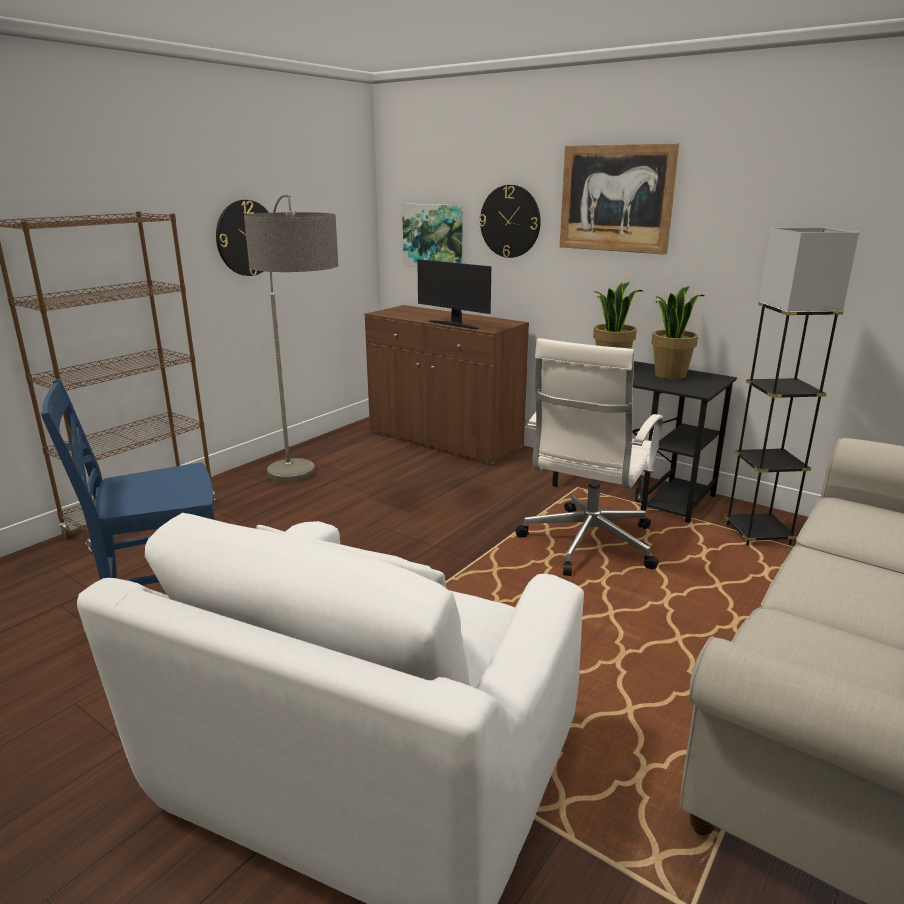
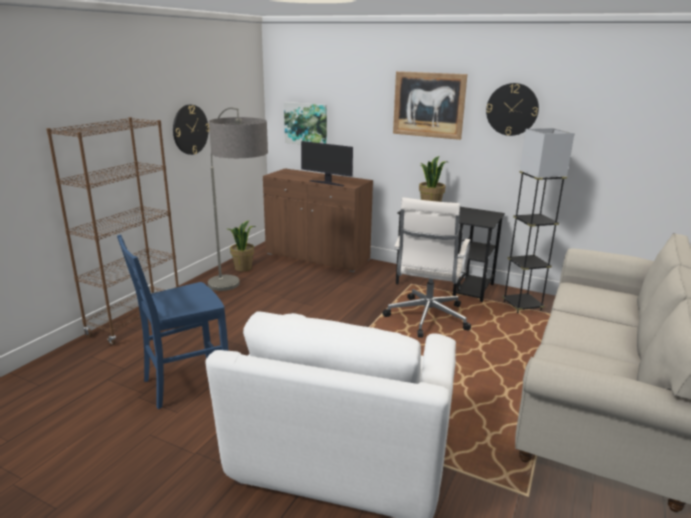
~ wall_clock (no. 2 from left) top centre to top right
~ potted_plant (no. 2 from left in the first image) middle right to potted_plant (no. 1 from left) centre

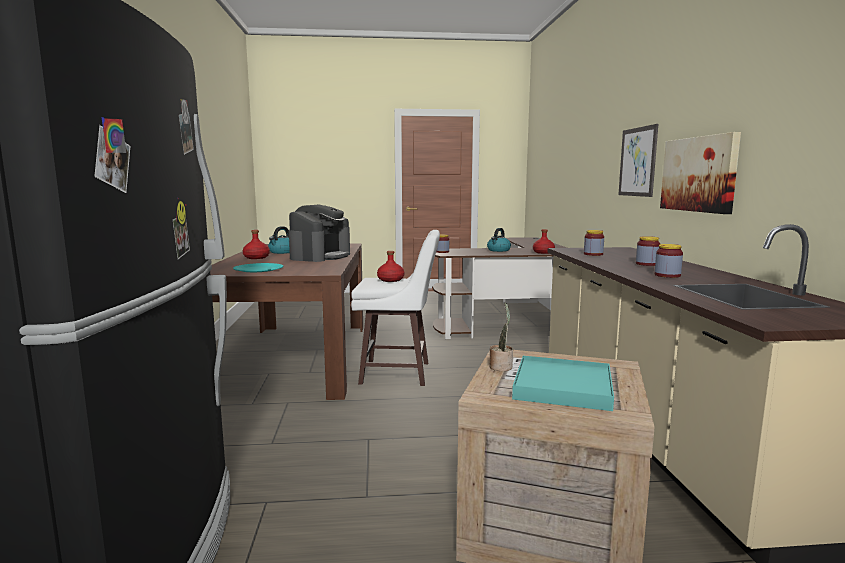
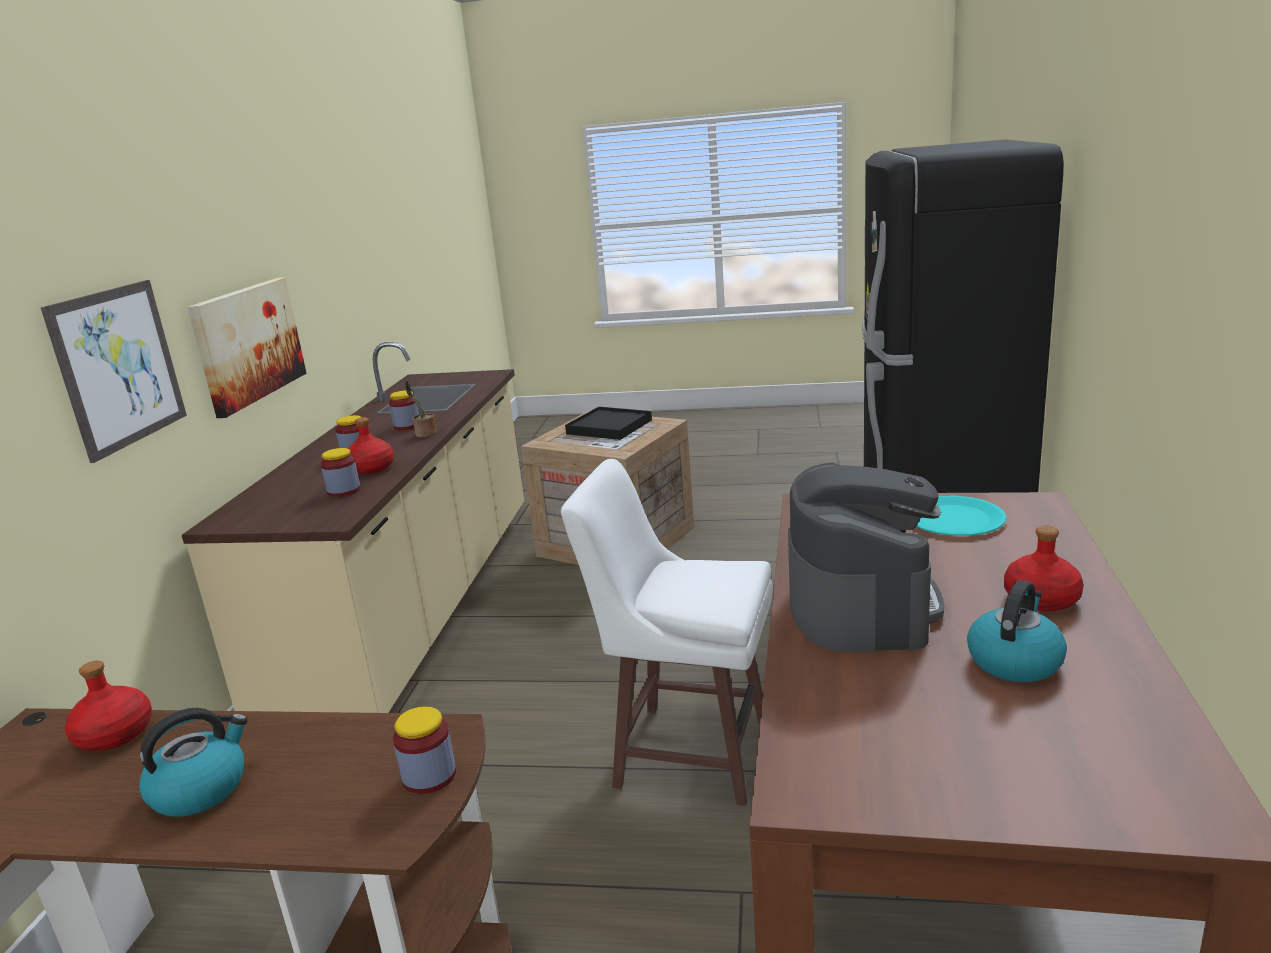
~ coffee_machine centre = middle right 150 degrees clockwise
~ red_bottle (no. 2 from left) centre to middle left
~ potted_plant centre to middle left
~ turquoise_tray bottom centre to black_tray centre

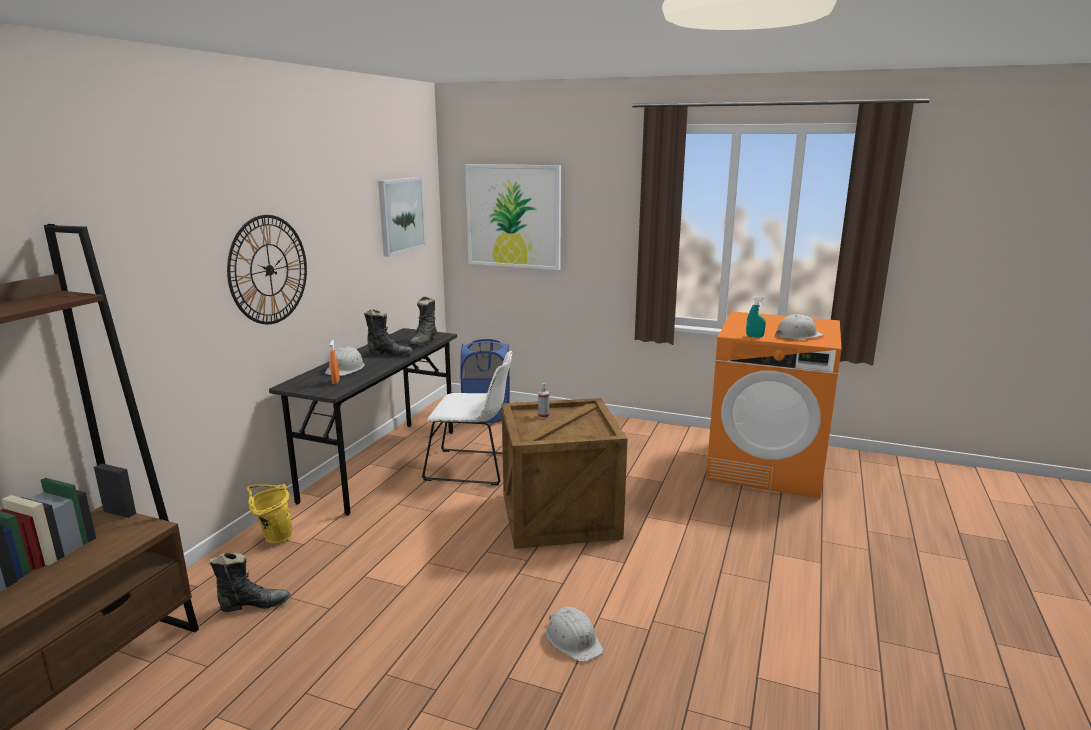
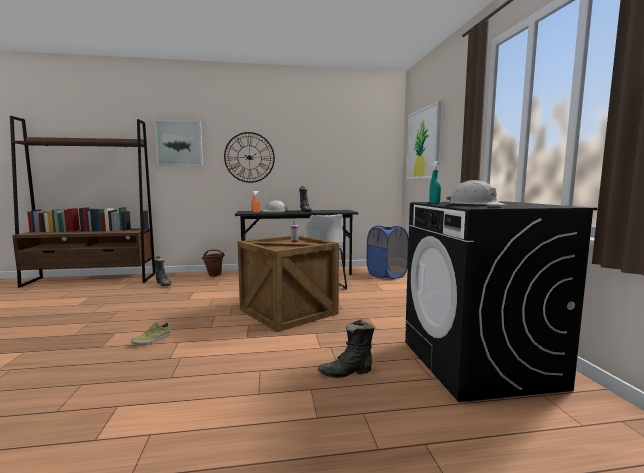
~ picture (no. 1 from left) top centre to top left
~ black_boot (no. 3 from left) centre to bottom centre
~ orange_washing_machine middle right to black_washing_machine middle right
~ yellow_bucket bottom left to brown_bucket middle left
~ white_hard_hat (no. 2 from left) bottom centre to beige_shoe bottom left

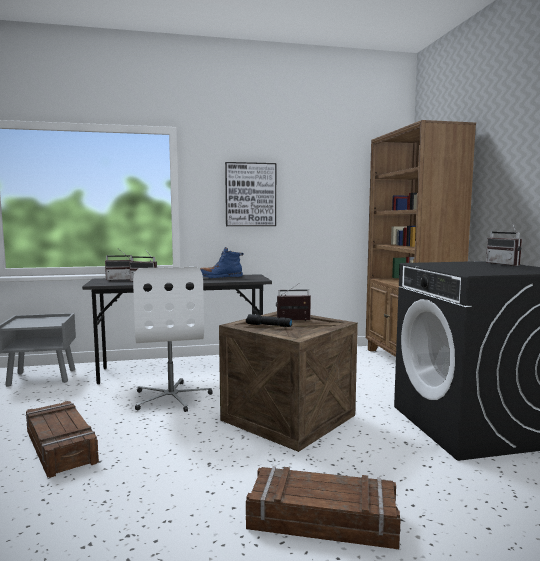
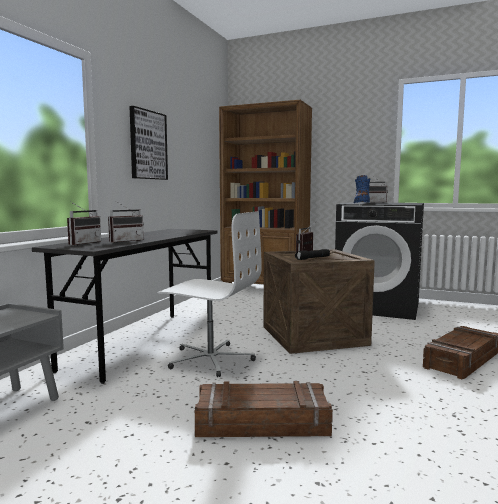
~ blue_boot centre to middle right

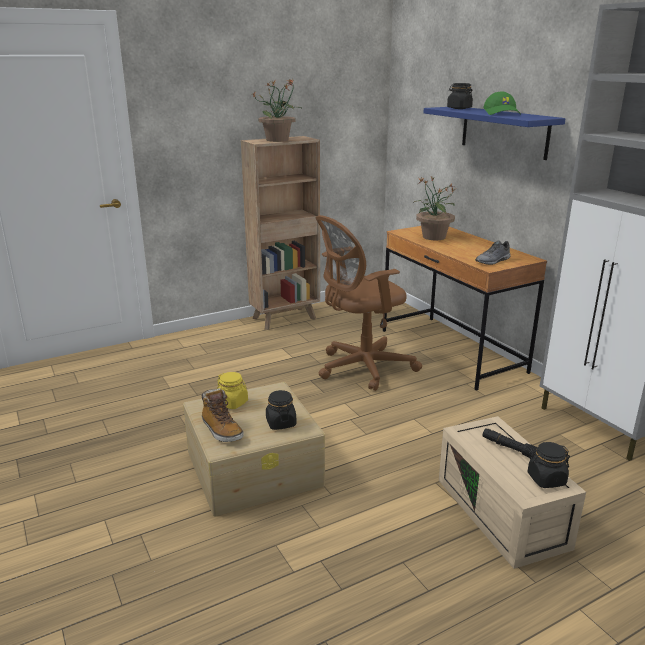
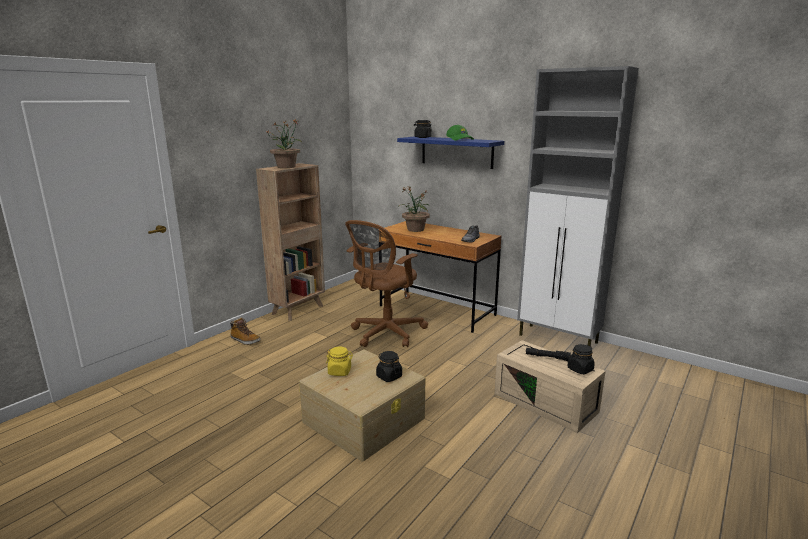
~ boot centre to middle left

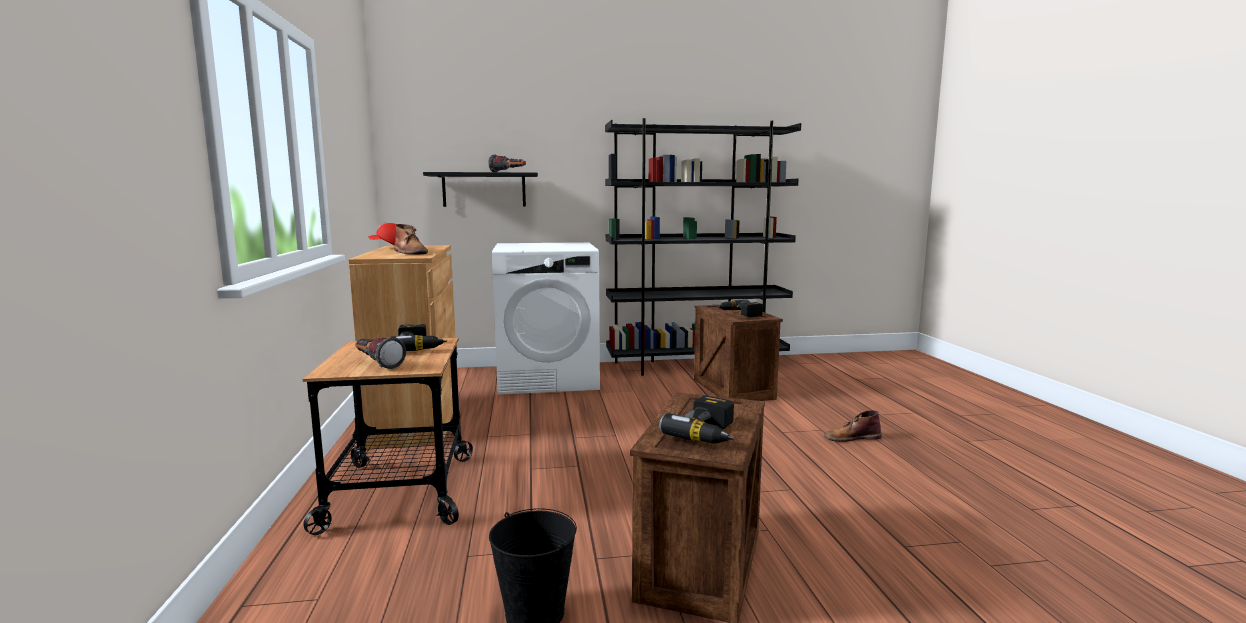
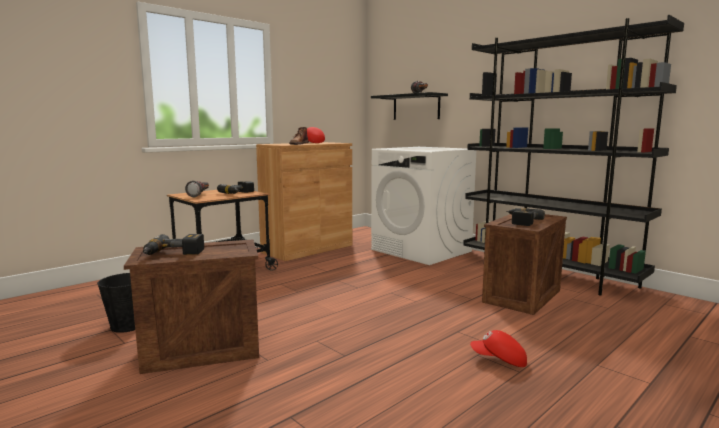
~ brown_boot (no. 2 from left) bottom right to red_cap (no. 2 from left) bottom right

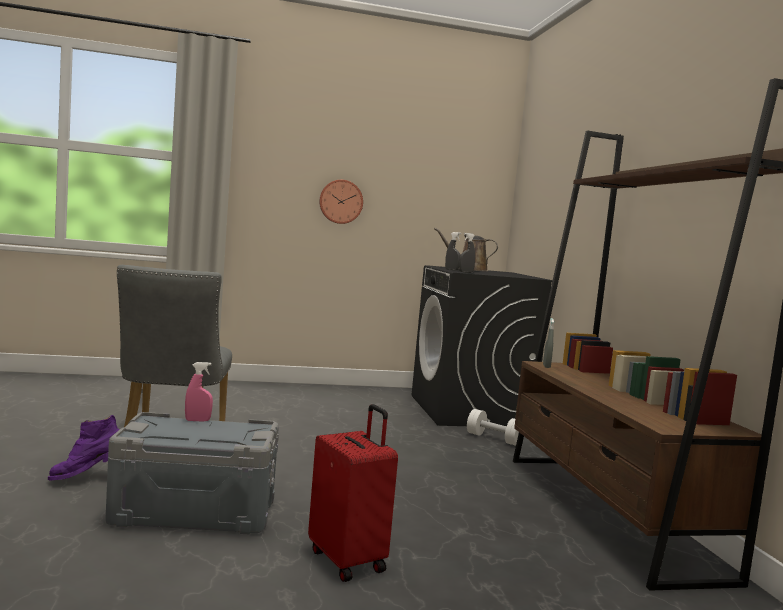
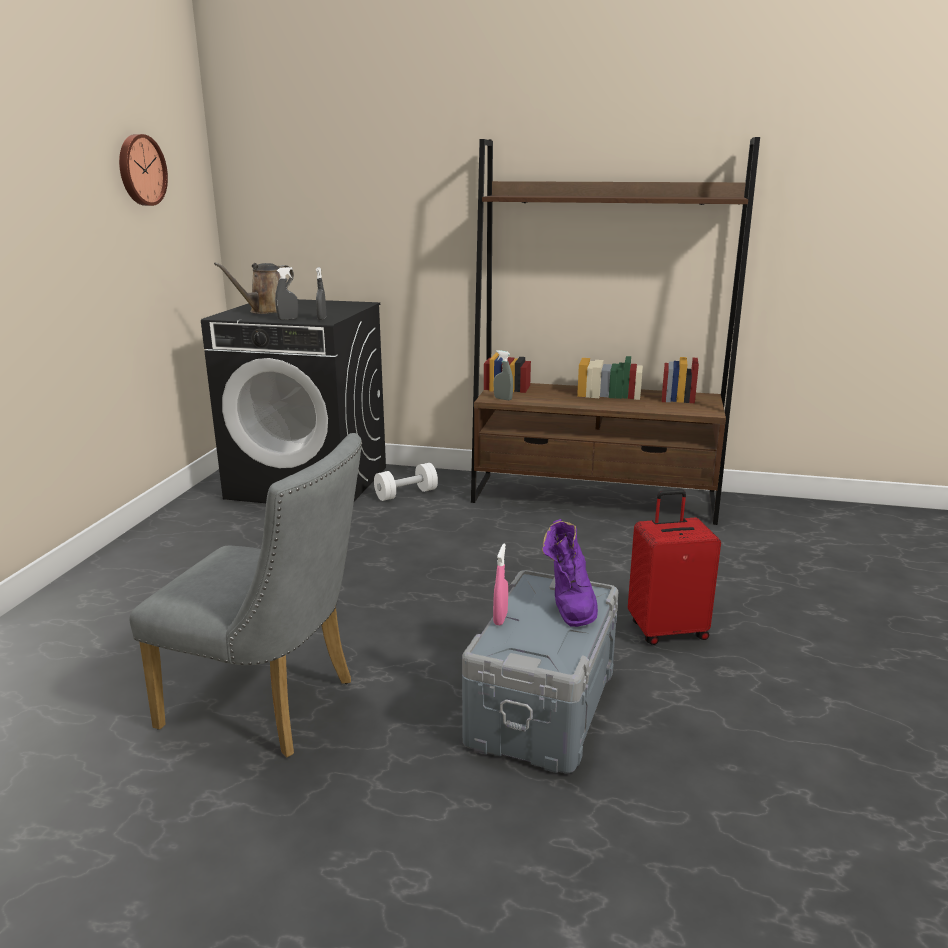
~ wall_clock top centre to top left
~ purple_boot bottom left to centre

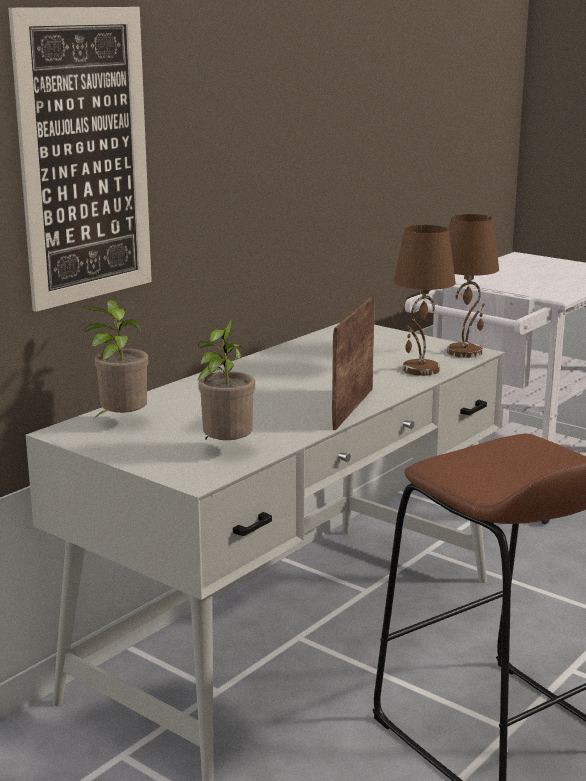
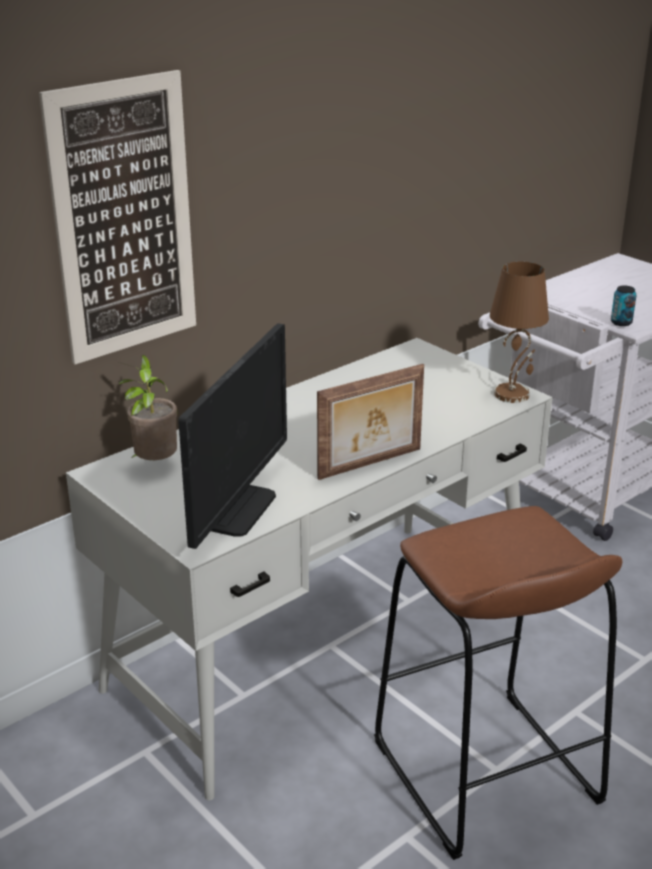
- brown_table_lamp (no. 1 from left) middle right
~ picture_frame centre = centre 150 degrees counterclockwise
~ potted_plant (no. 2 from left) centre to monitor centre
+ can middle right

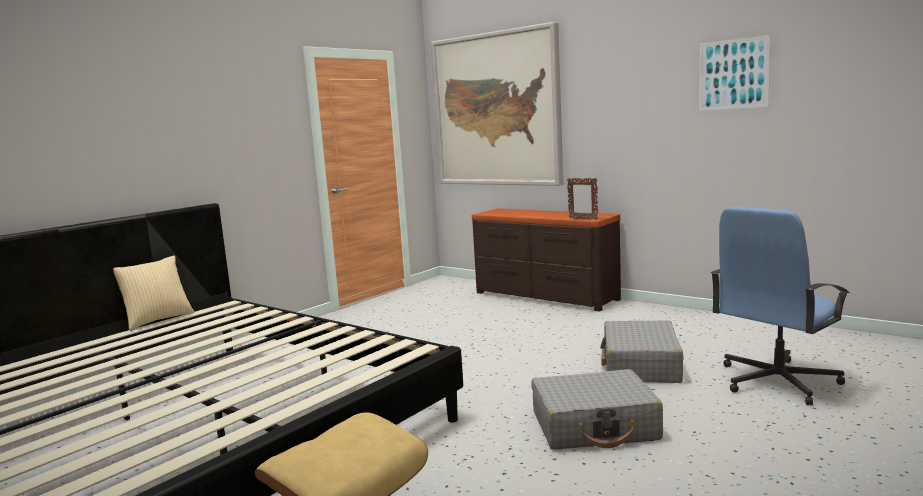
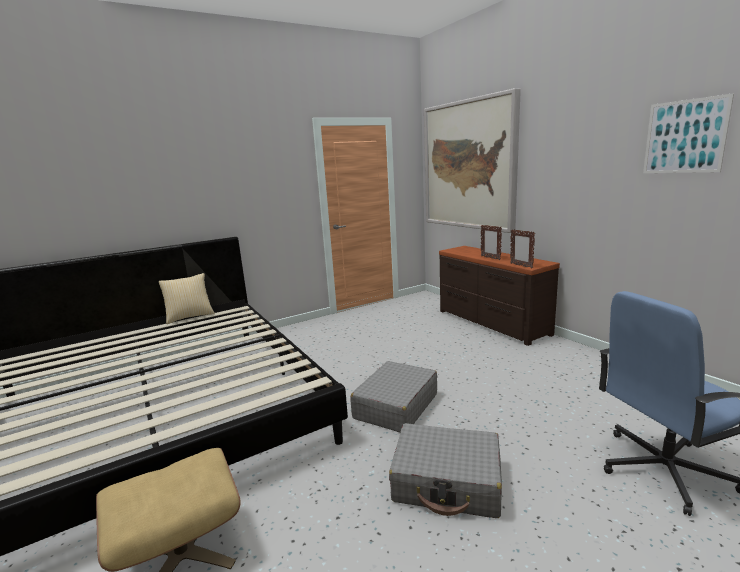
~ grey_suitcase (no. 2 from left in the first image) bottom right to grey_suitcase (no. 1 from left) bottom centre
+ picture_frame (no. 1 from left) centre

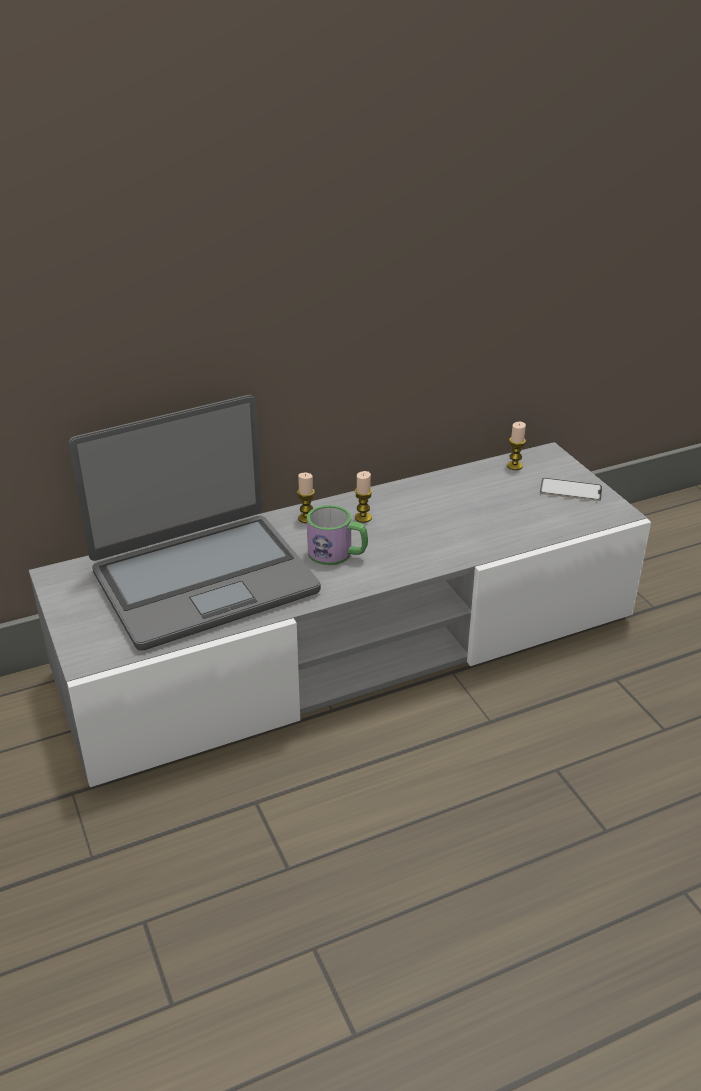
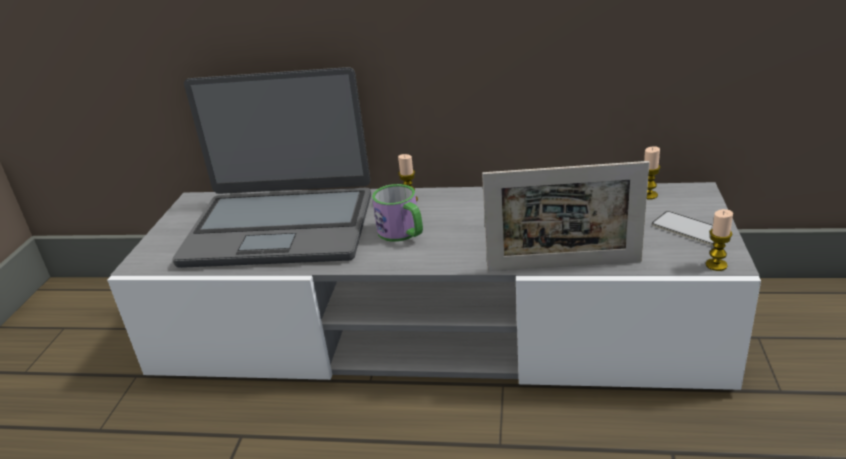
~ candle (no. 2 from left in the first image) centre to candle (no. 3 from left) middle right
+ picture_frame middle right

